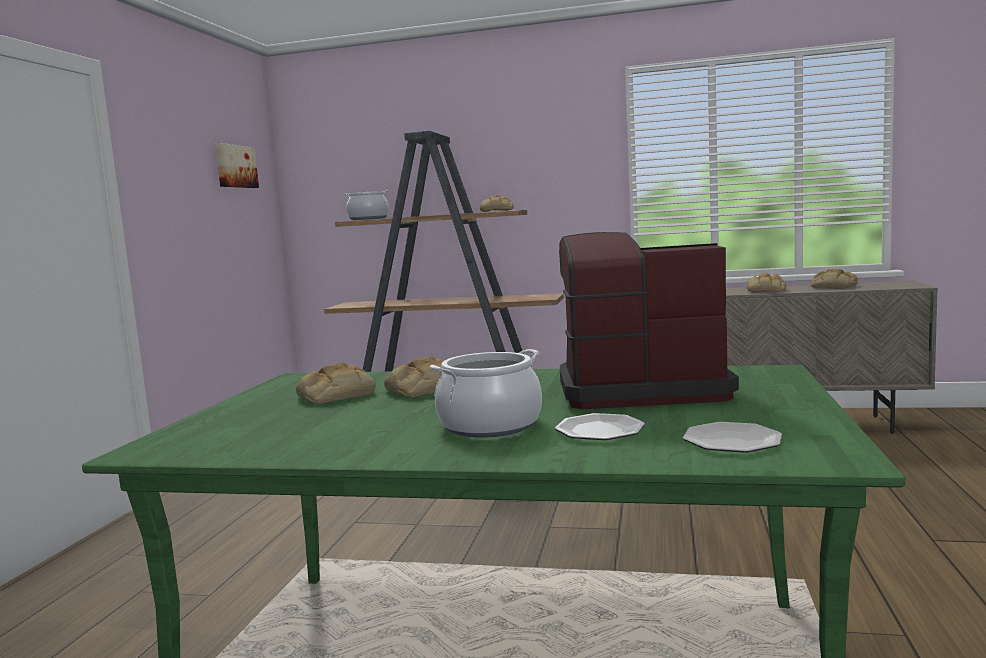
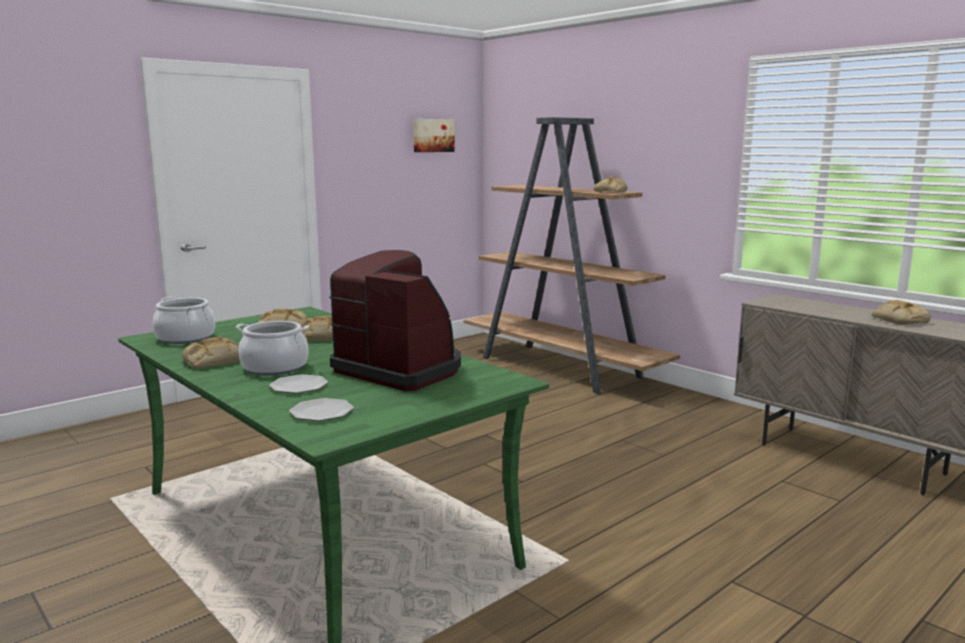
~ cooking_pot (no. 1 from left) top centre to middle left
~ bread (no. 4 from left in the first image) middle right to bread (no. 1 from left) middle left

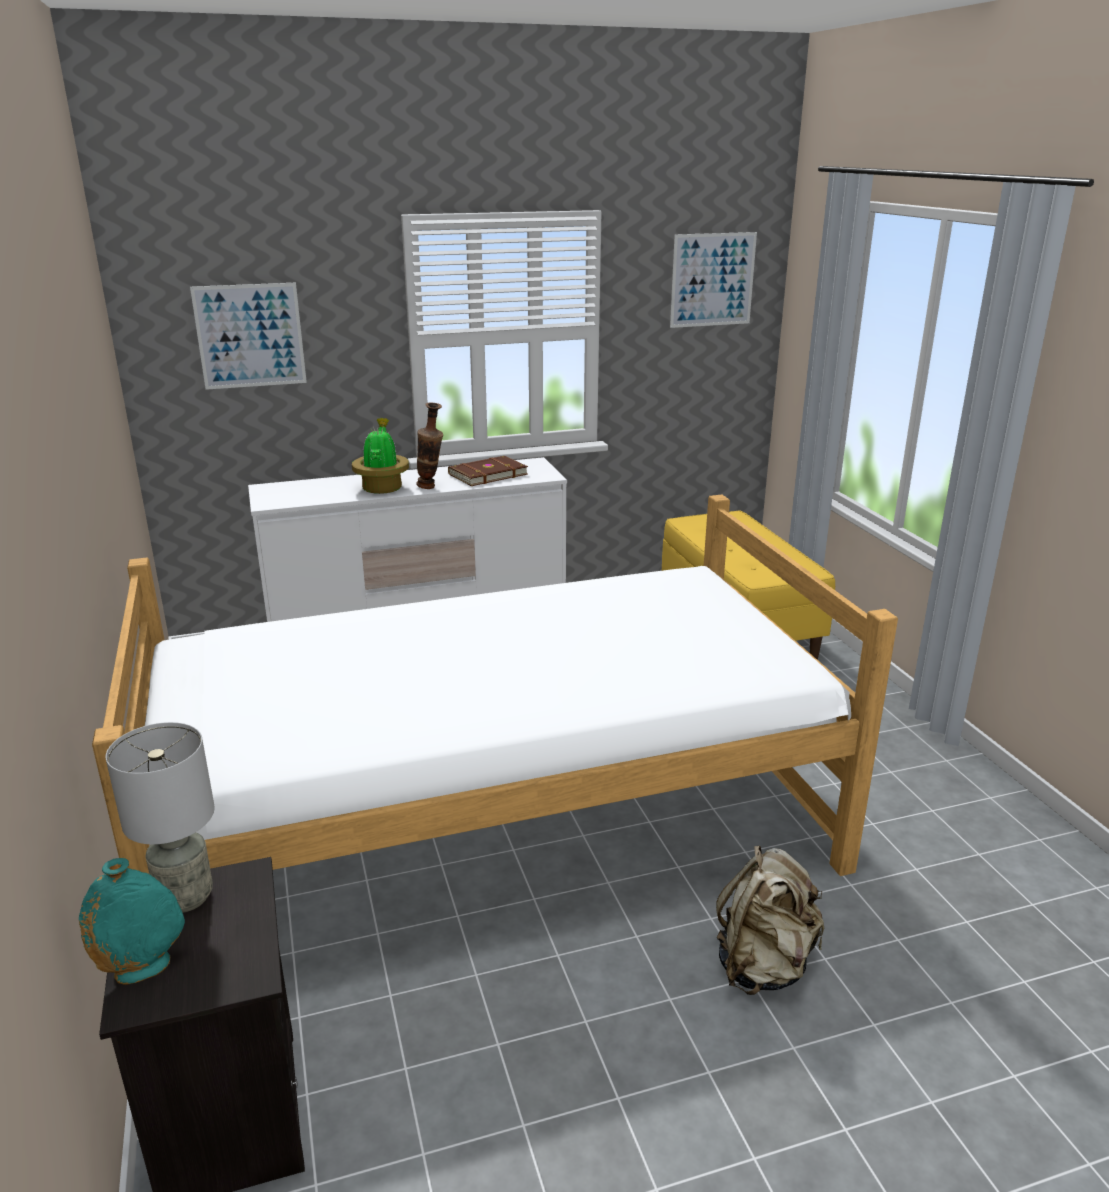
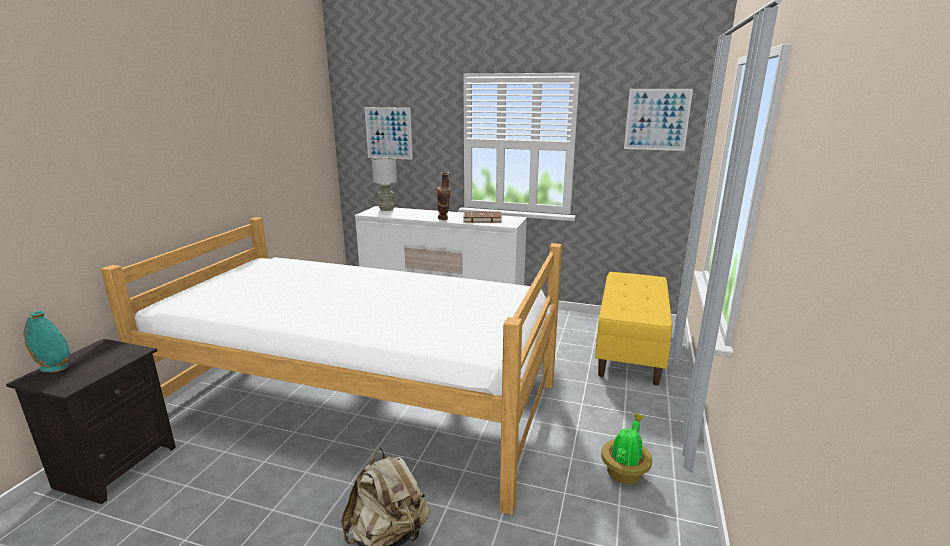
~ potted_plant centre to bottom centre
~ grey_table_lamp bottom left to centre

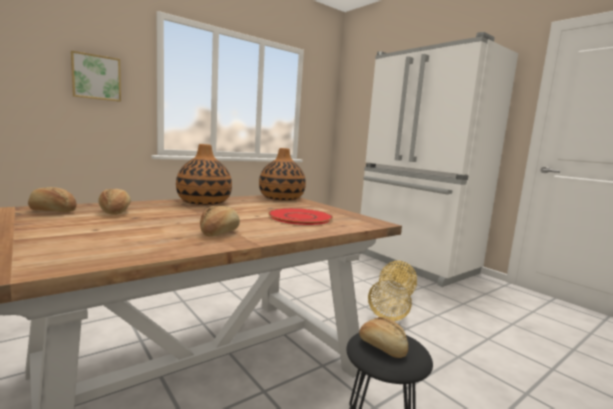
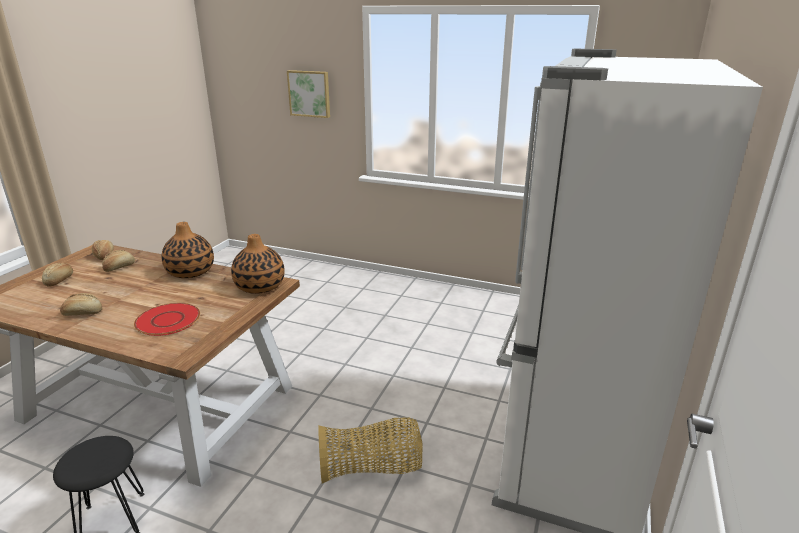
~ bread (no. 4 from left in the first image) bottom centre to bread (no. 1 from left) middle left

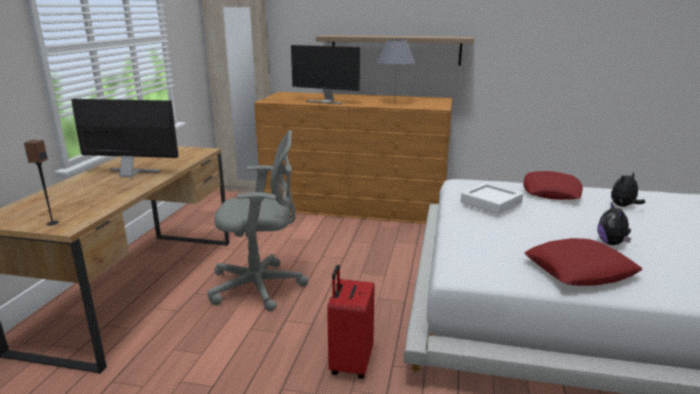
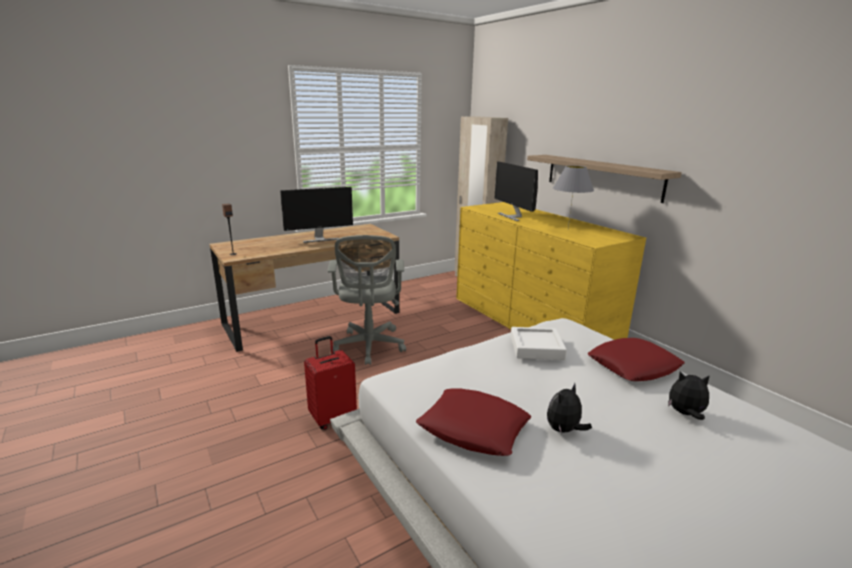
~ brown_dresser centre to yellow_dresser centre
~ monitor (no. 1 from left) middle left = centre 105 degrees clockwise
~ grey_office_chair centre = centre 45 degrees clockwise

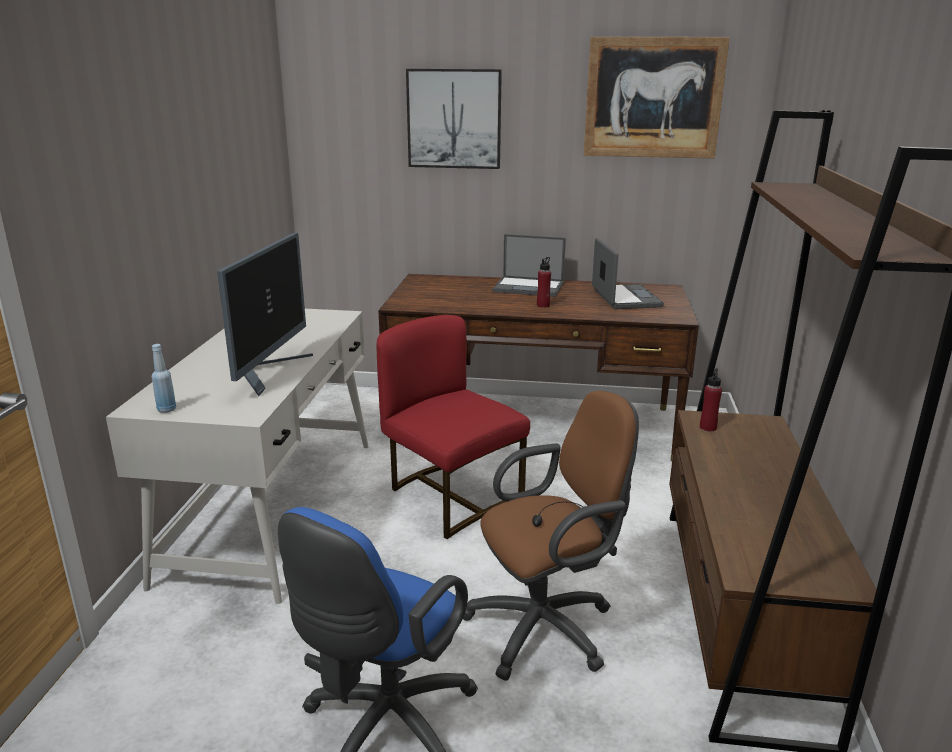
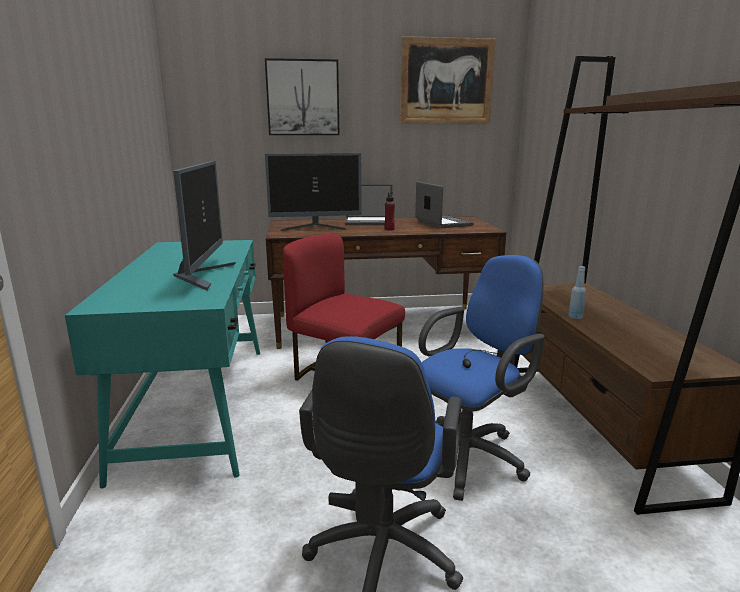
~ white_desk middle left to turquoise_desk middle left
~ blue_bottle middle left to middle right
- red_bottle (no. 2 from left) middle right
~ brown_office_chair bottom centre to blue_office_chair (no. 2 from left) centre
+ monitor (no. 2 from left) top centre

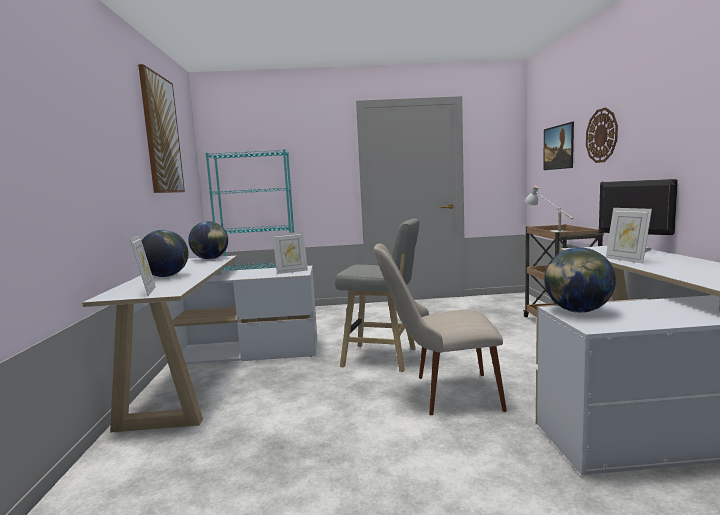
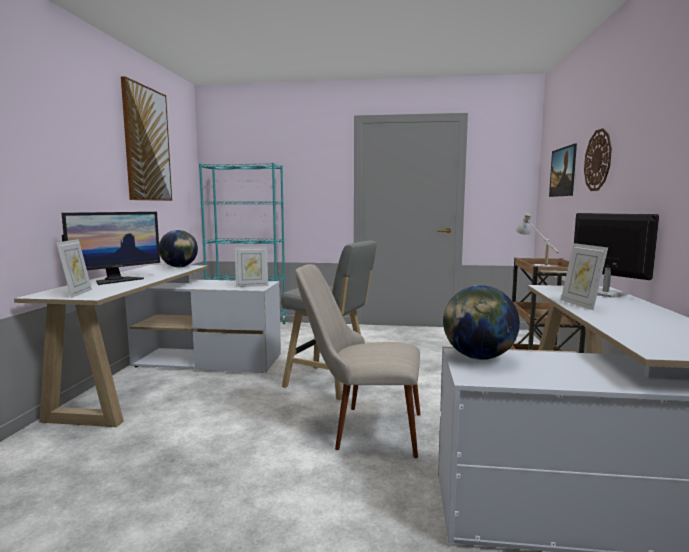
~ globe (no. 1 from left) middle left to monitor (no. 1 from left) middle left

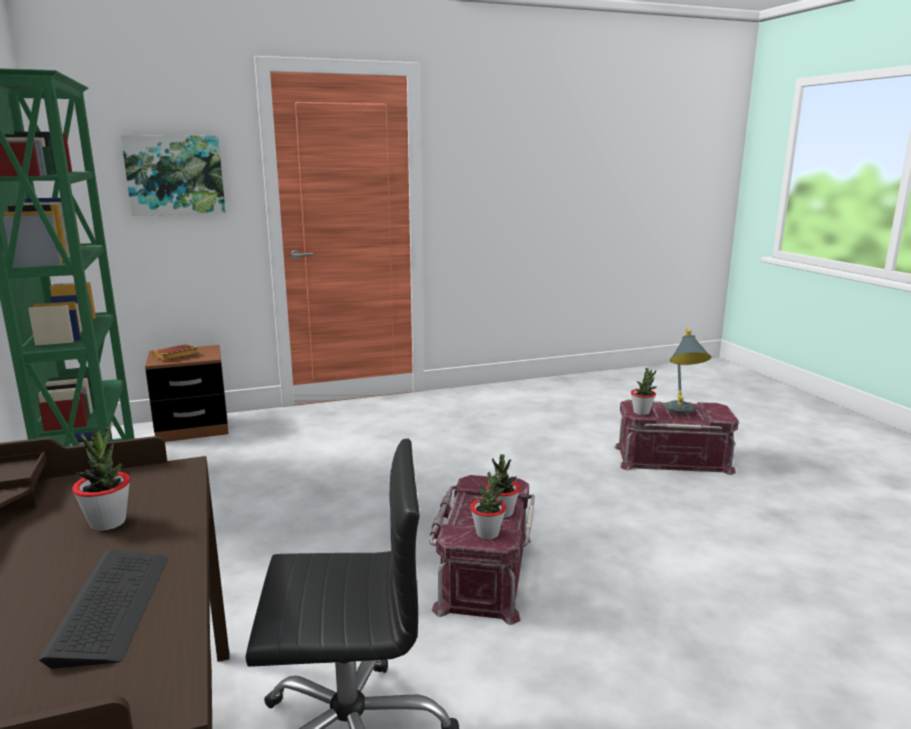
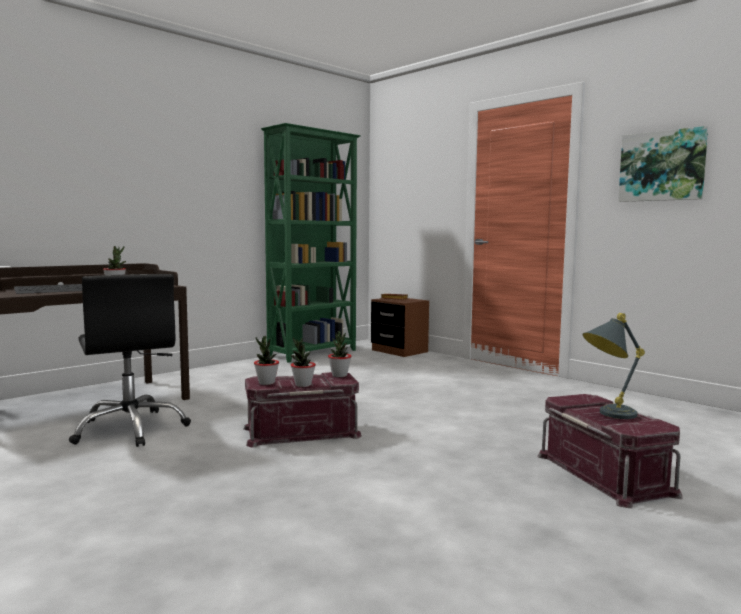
~ picture top left to top right
~ potted_plant (no. 4 from left) middle right to centre

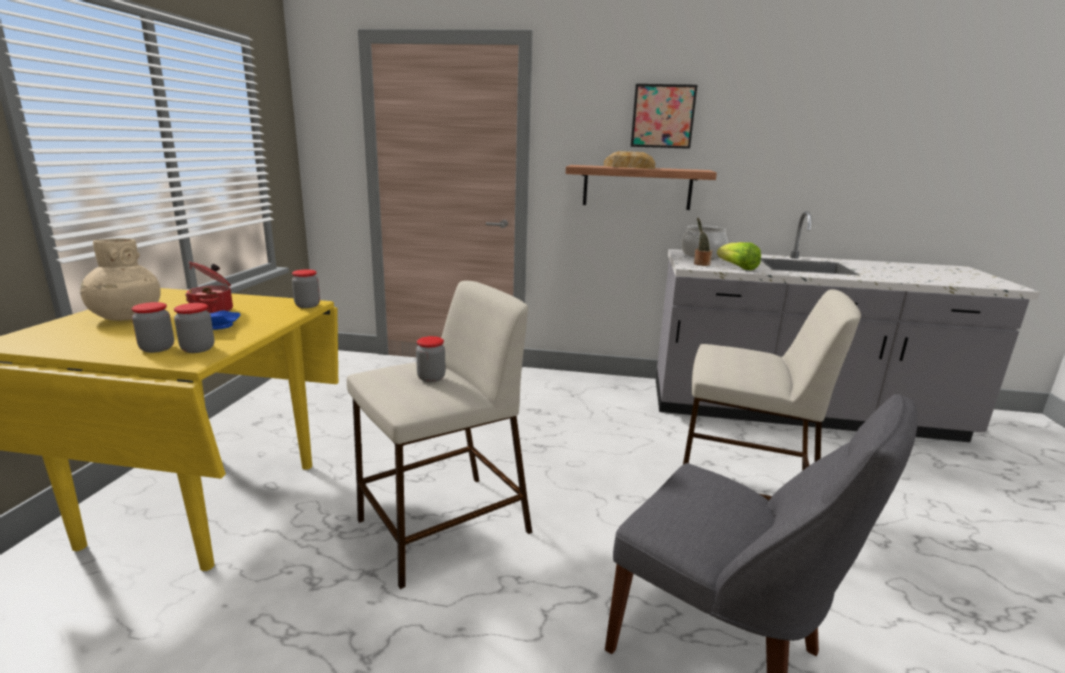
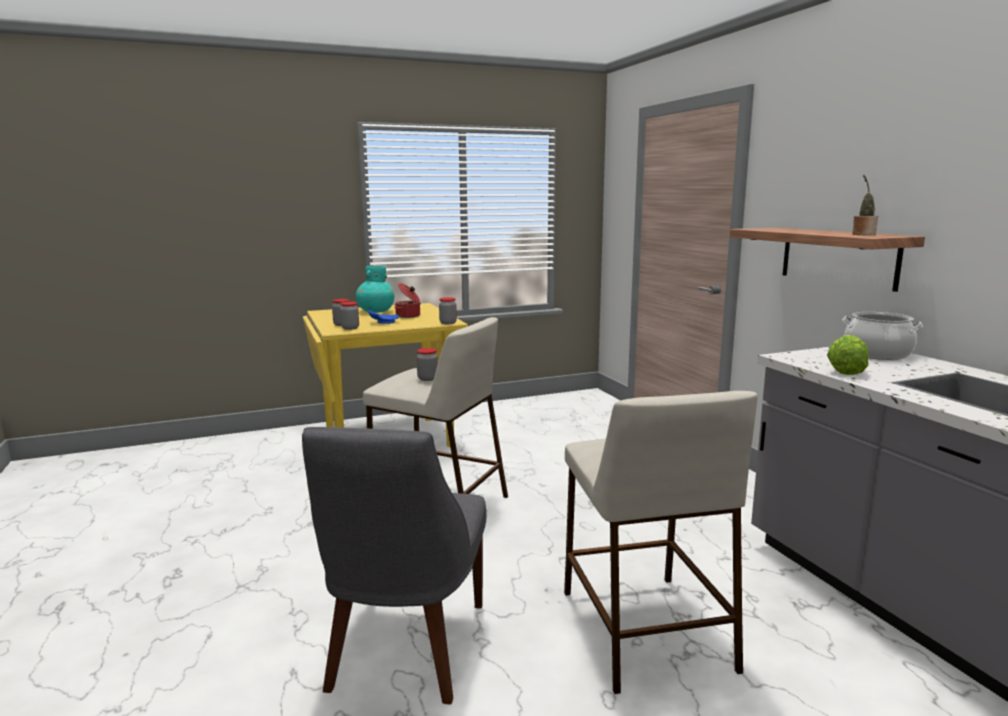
- picture top centre
- bread top centre
~ potted_plant centre to top right
~ beige_vase middle left to turquoise_vase centre

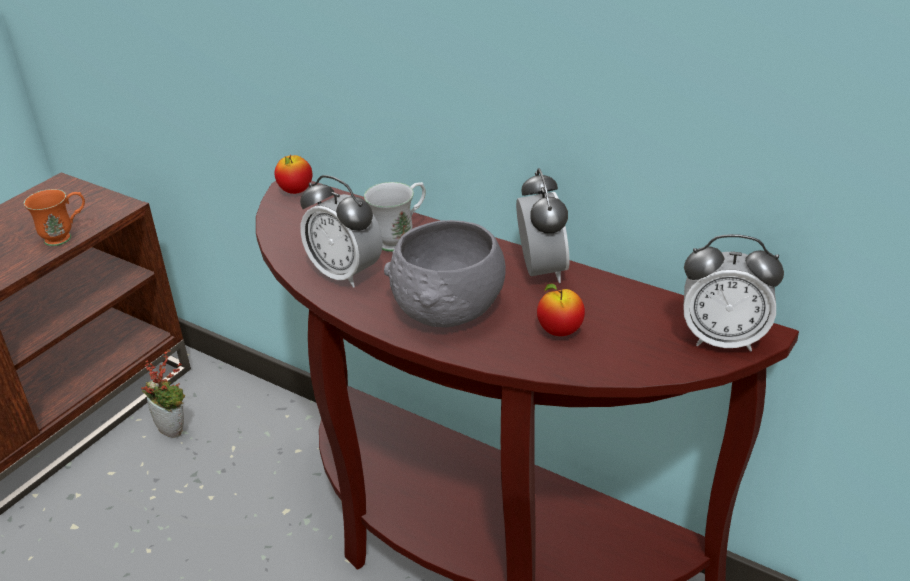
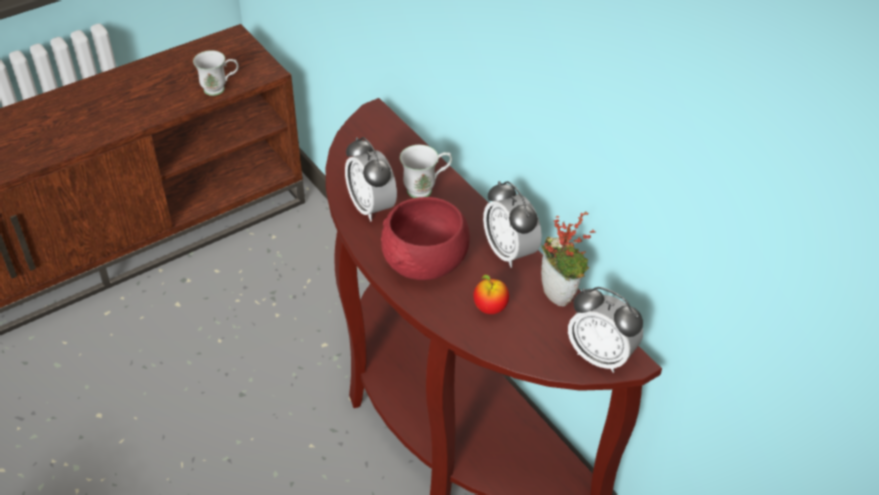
- apple (no. 1 from left) top left
~ alarm_clock (no. 2 from left) centre = centre 135 degrees clockwise
~ orange_mug middle left to white_mug (no. 1 from left) top left
~ grey_bowl centre to red_bowl centre
~ potted_plant bottom left to centre

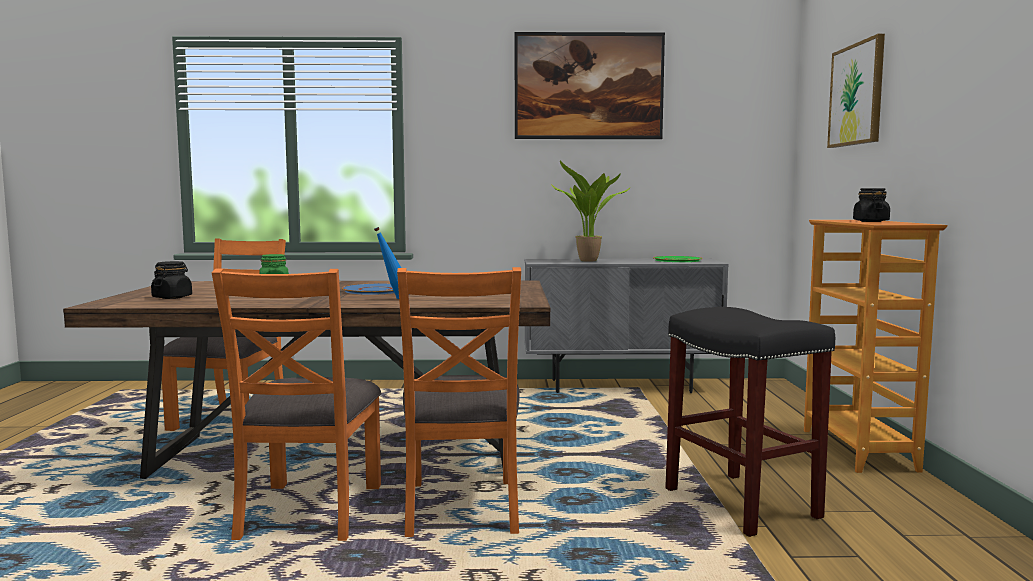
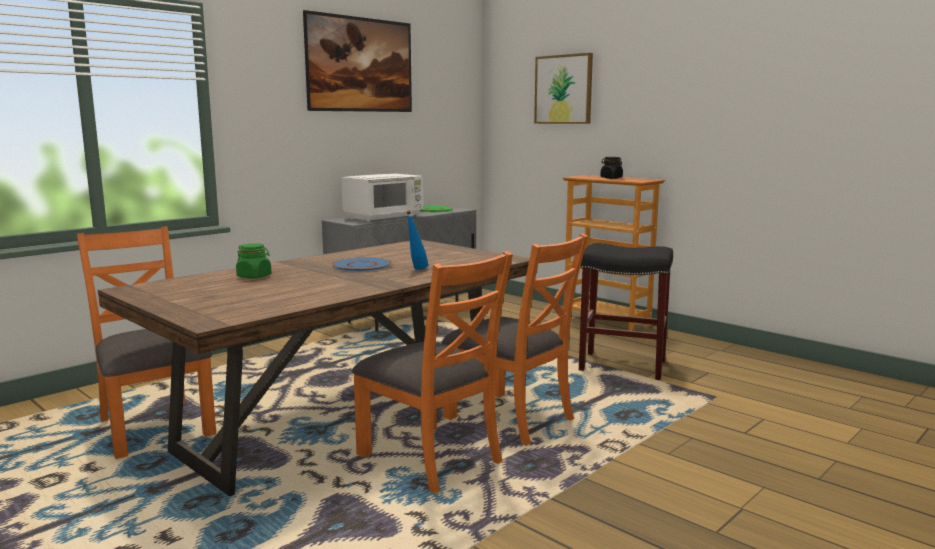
~ potted_plant centre to white_microwave centre
- black_jar (no. 1 from left) middle left

